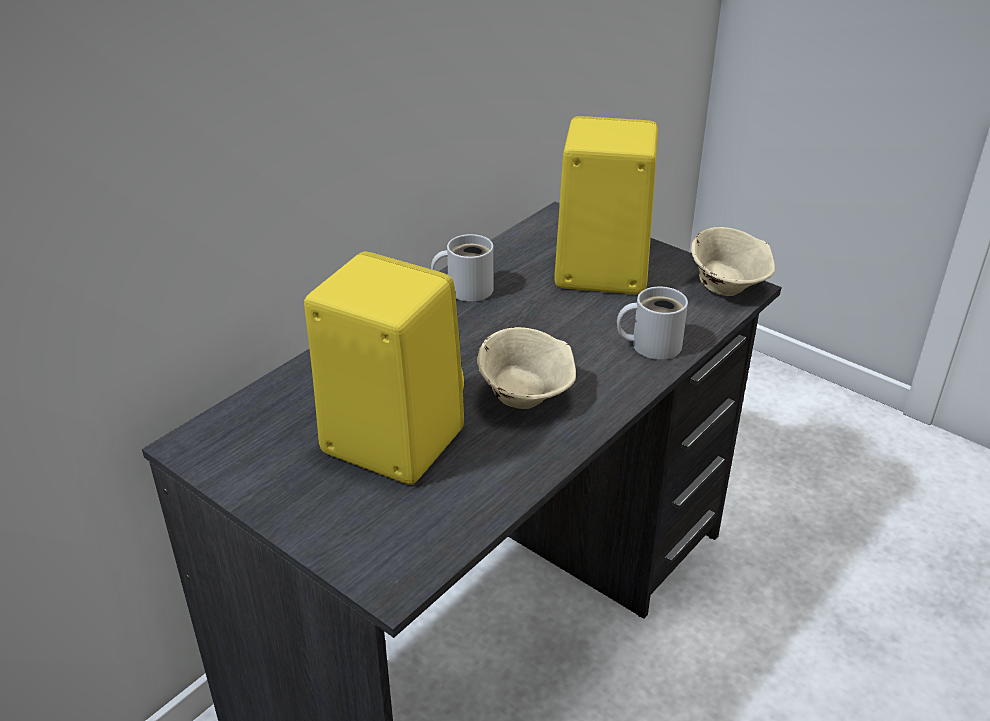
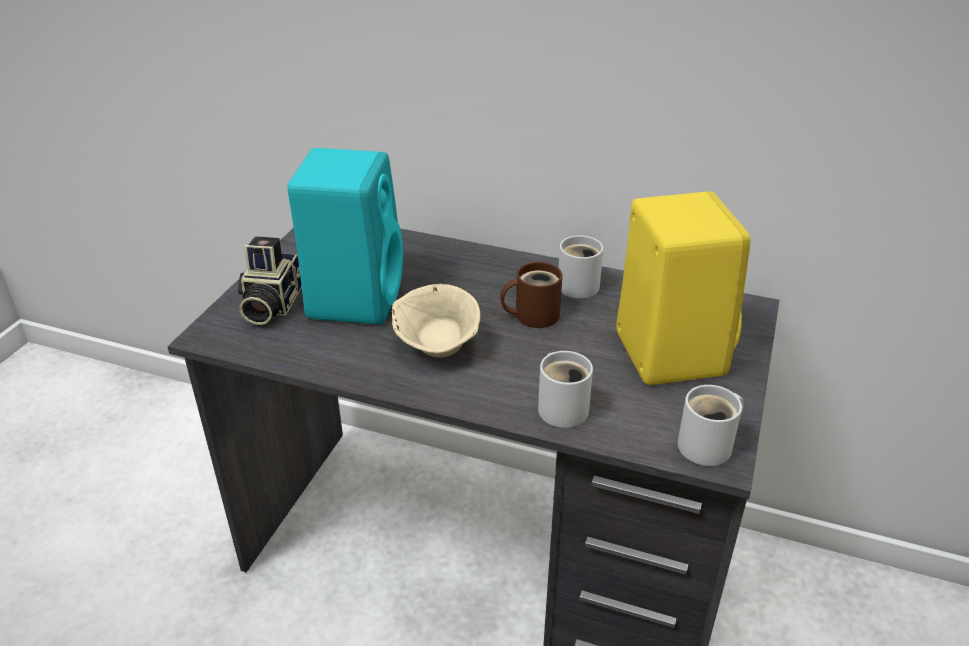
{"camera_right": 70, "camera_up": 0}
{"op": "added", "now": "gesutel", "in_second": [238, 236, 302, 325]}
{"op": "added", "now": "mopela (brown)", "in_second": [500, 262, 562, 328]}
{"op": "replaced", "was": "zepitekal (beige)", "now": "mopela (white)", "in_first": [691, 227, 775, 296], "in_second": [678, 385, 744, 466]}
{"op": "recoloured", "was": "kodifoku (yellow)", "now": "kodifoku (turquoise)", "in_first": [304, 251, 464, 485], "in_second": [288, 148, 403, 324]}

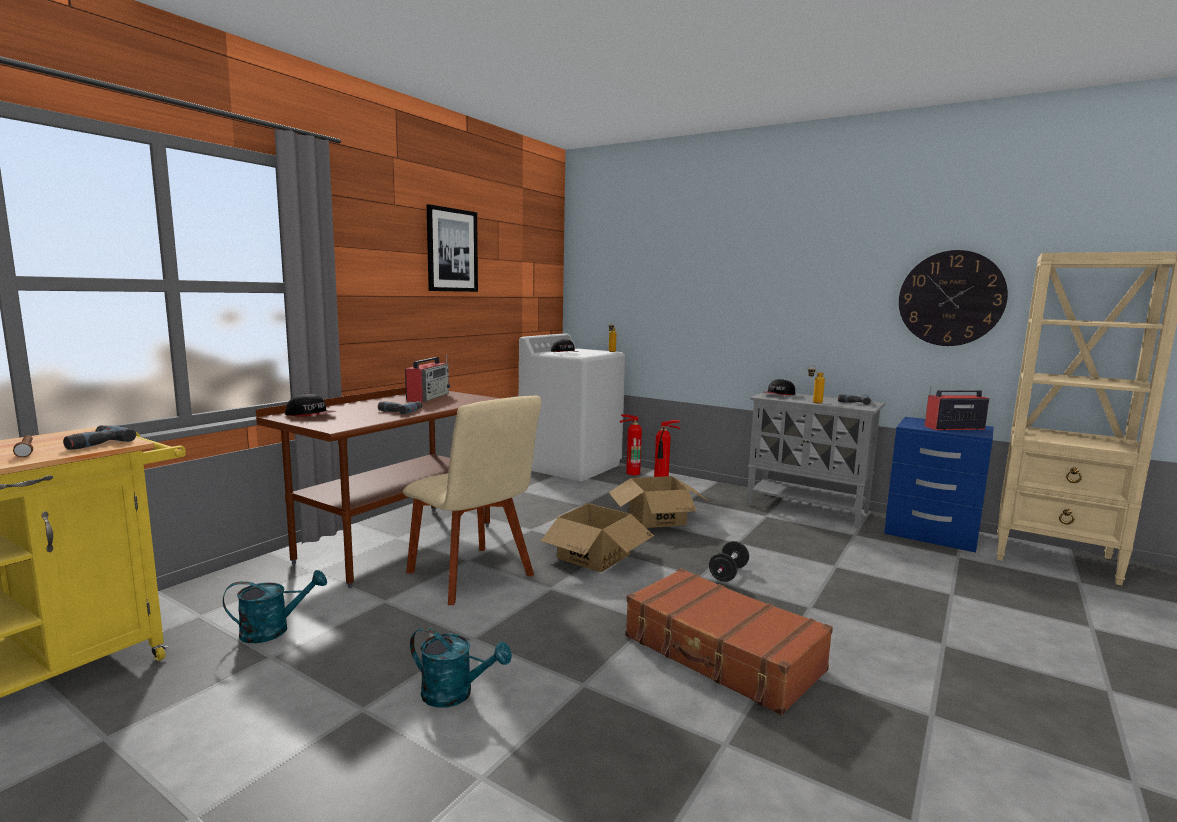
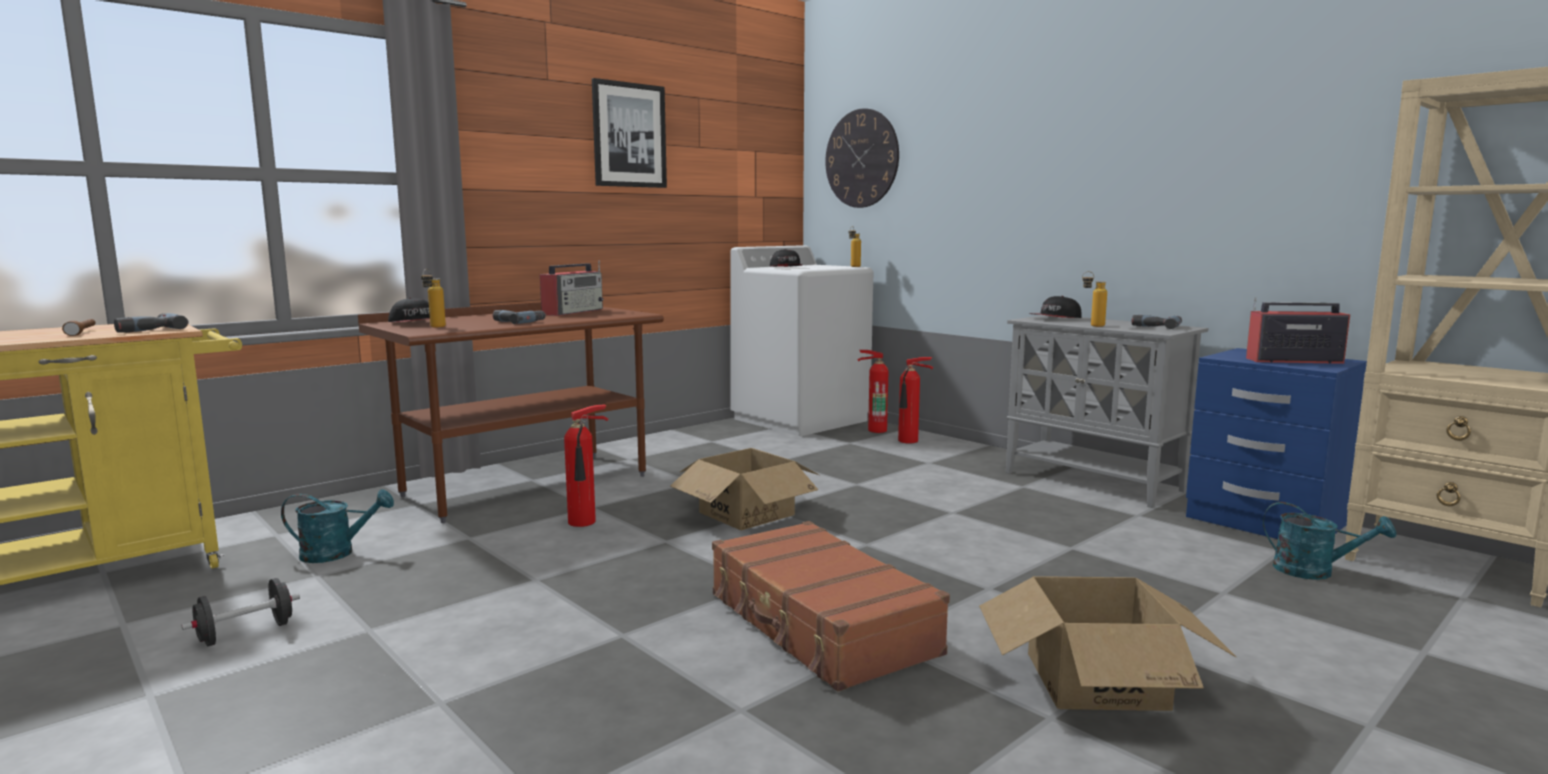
{"camera_right": 15, "camera_up": 0}
{"op": "added", "now": "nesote", "in_second": [421, 269, 446, 328]}
{"op": "moved", "was": "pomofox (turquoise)", "in_first": [410, 627, 512, 708], "in_second": [1263, 502, 1396, 580]}
{"op": "moved", "was": "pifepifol", "in_first": [608, 476, 710, 528], "in_second": [979, 576, 1237, 711]}
{"op": "moved", "was": "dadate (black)", "in_first": [709, 541, 749, 582], "in_second": [182, 578, 300, 646]}
{"op": "moved", "was": "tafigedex", "in_first": [899, 250, 1008, 346], "in_second": [825, 108, 899, 208]}
{"op": "replaced", "was": "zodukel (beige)", "now": "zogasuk", "in_first": [403, 396, 542, 605], "in_second": [564, 404, 608, 527]}

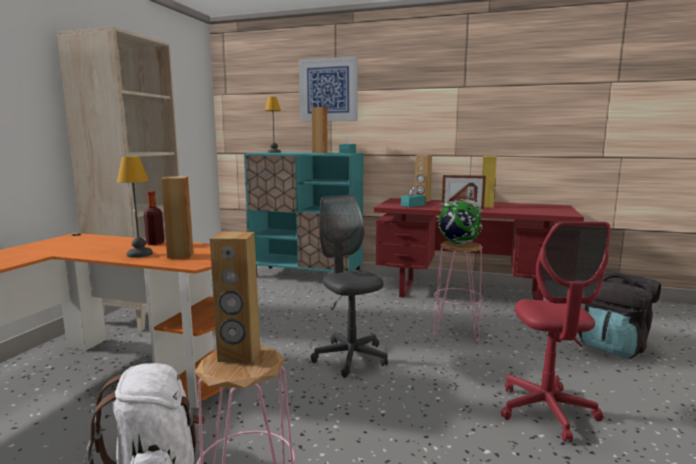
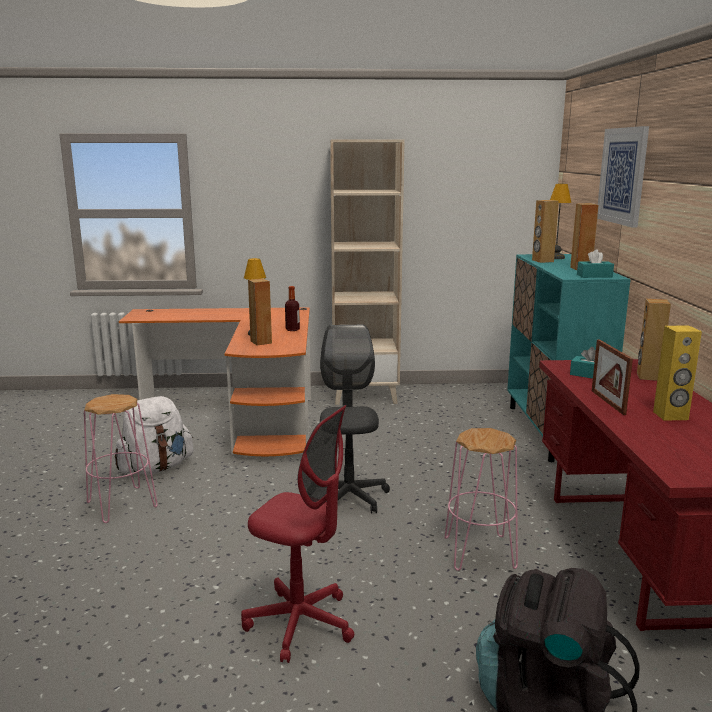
{"camera_right": 70, "camera_up": 5}
{"op": "removed", "was": "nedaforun", "in_first": [436, 199, 483, 245]}
{"op": "moved", "was": "kodifoku (brown)", "in_first": [210, 232, 260, 363], "in_second": [532, 200, 559, 263]}
{"op": "turned", "was": "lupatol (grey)", "in_first": [311, 195, 388, 378], "in_second": [320, 325, 390, 513], "clockwise": -45}
{"op": "turned", "was": "lupatol (red)", "in_first": [501, 221, 611, 442], "in_second": [241, 405, 354, 663], "clockwise": -135}

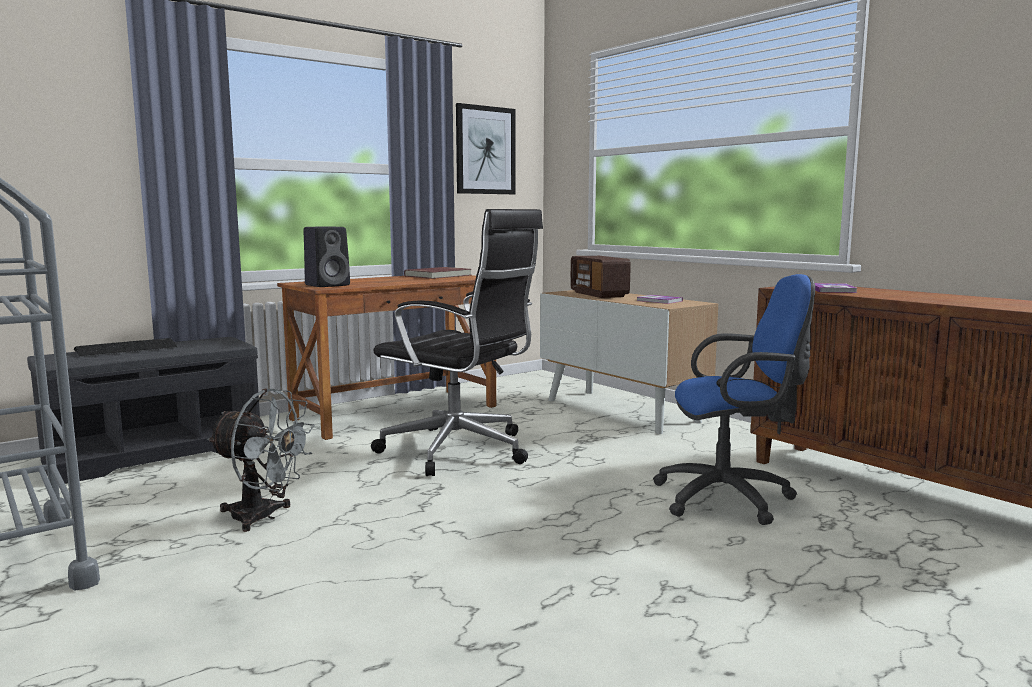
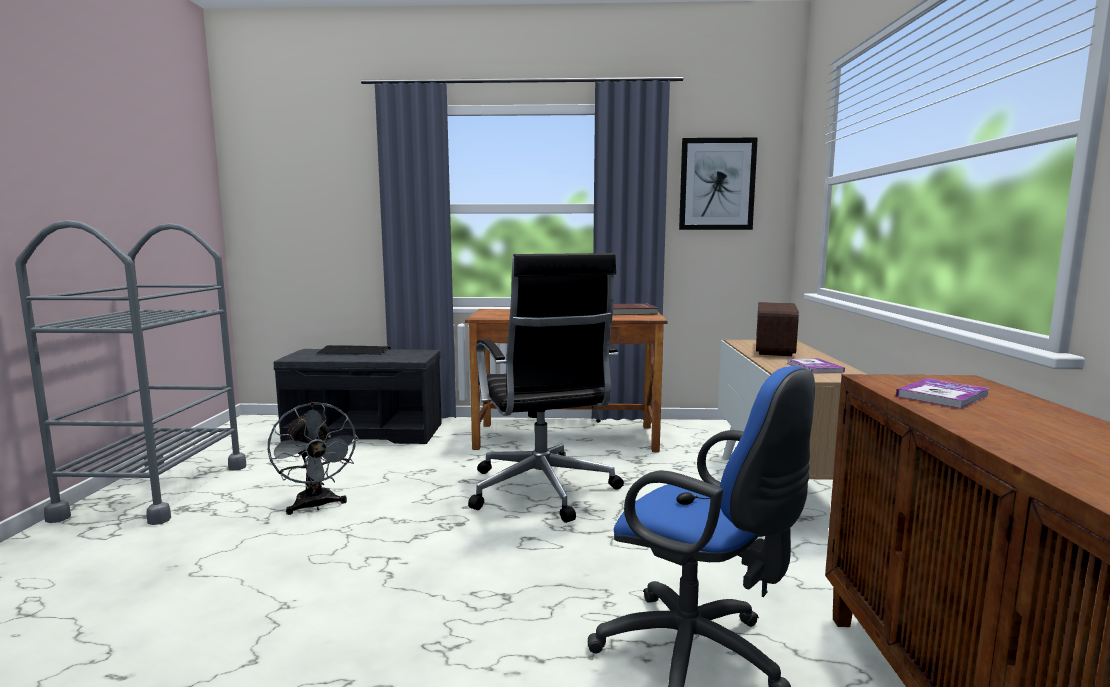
{"camera_right": 40, "camera_up": 0}
{"op": "removed", "was": "kodifoku (black)", "in_first": [304, 226, 350, 287]}

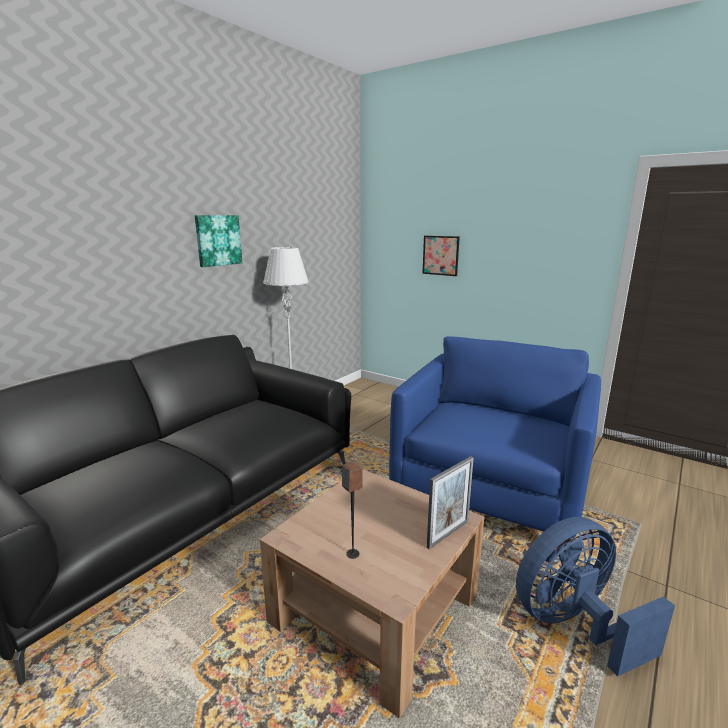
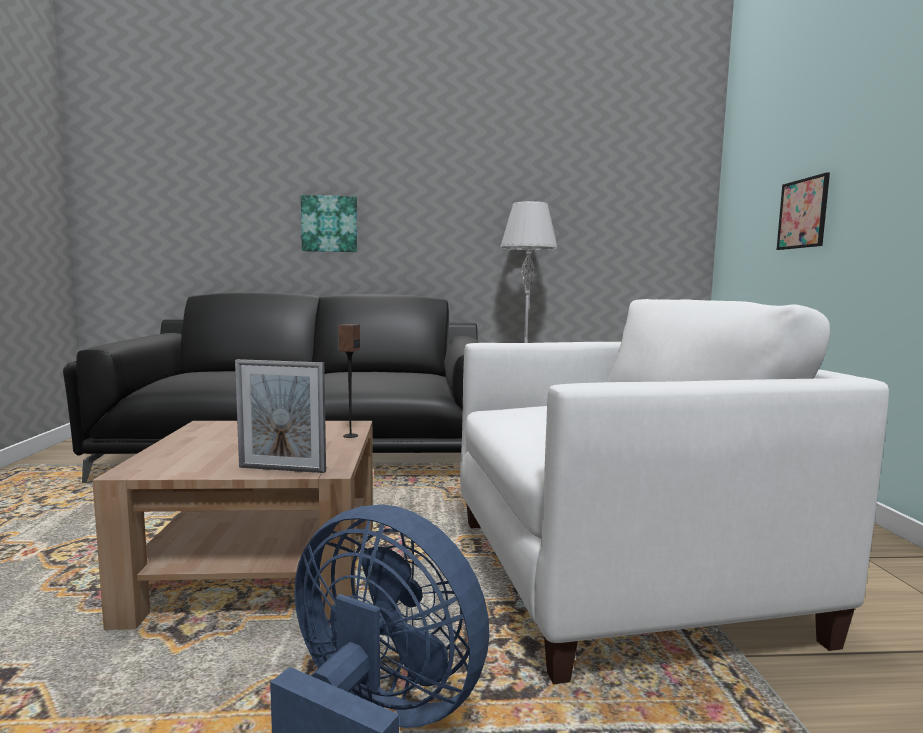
{"camera_right": 50, "camera_up": -10}
{"op": "moved", "was": "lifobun", "in_first": [195, 215, 242, 267], "in_second": [301, 195, 357, 252]}
{"op": "moved", "was": "kodifoku", "in_first": [342, 461, 362, 559], "in_second": [338, 324, 360, 438]}
{"op": "recoloured", "was": "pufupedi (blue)", "now": "pufupedi (white)", "in_first": [389, 336, 601, 551], "in_second": [460, 299, 889, 684]}

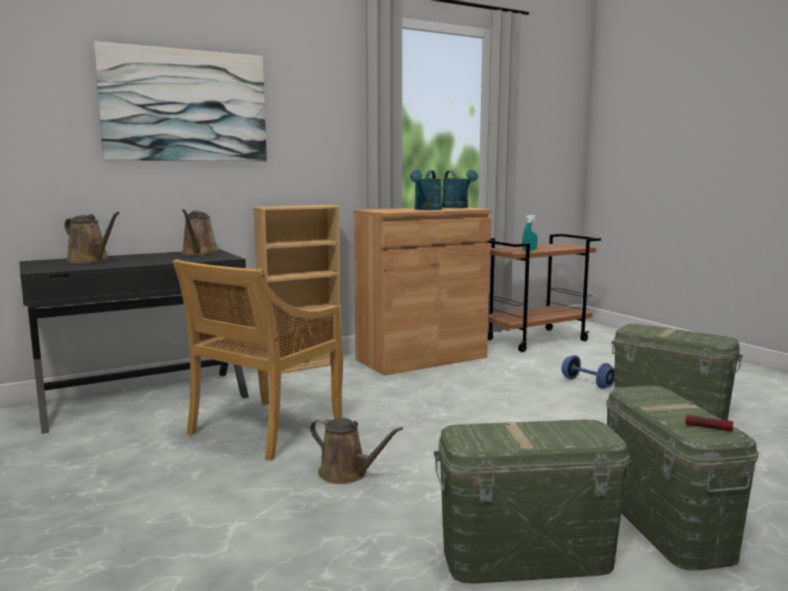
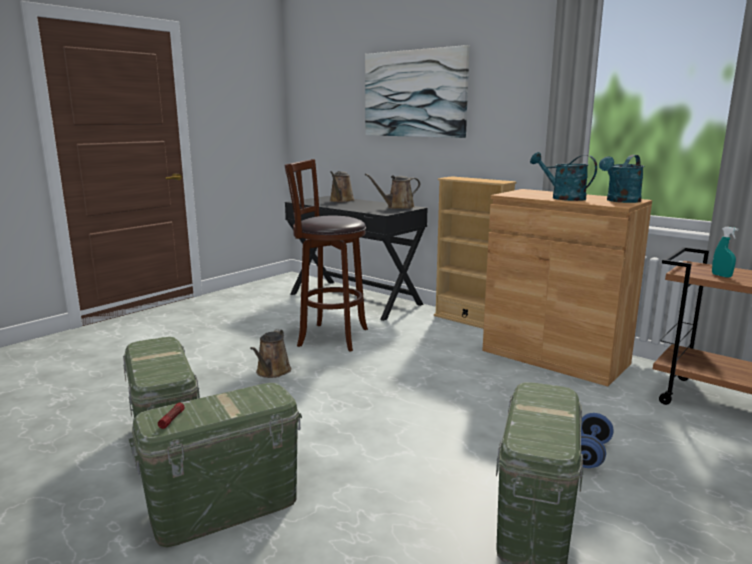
{"camera_right": 70, "camera_up": 5}
{"op": "replaced", "was": "zodukel (beige)", "now": "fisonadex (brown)", "in_first": [173, 259, 343, 461], "in_second": [284, 159, 368, 351]}
{"op": "turned", "was": "pomofox (turquoise)", "in_first": [410, 170, 442, 210], "in_second": [530, 152, 597, 201], "clockwise": 45}

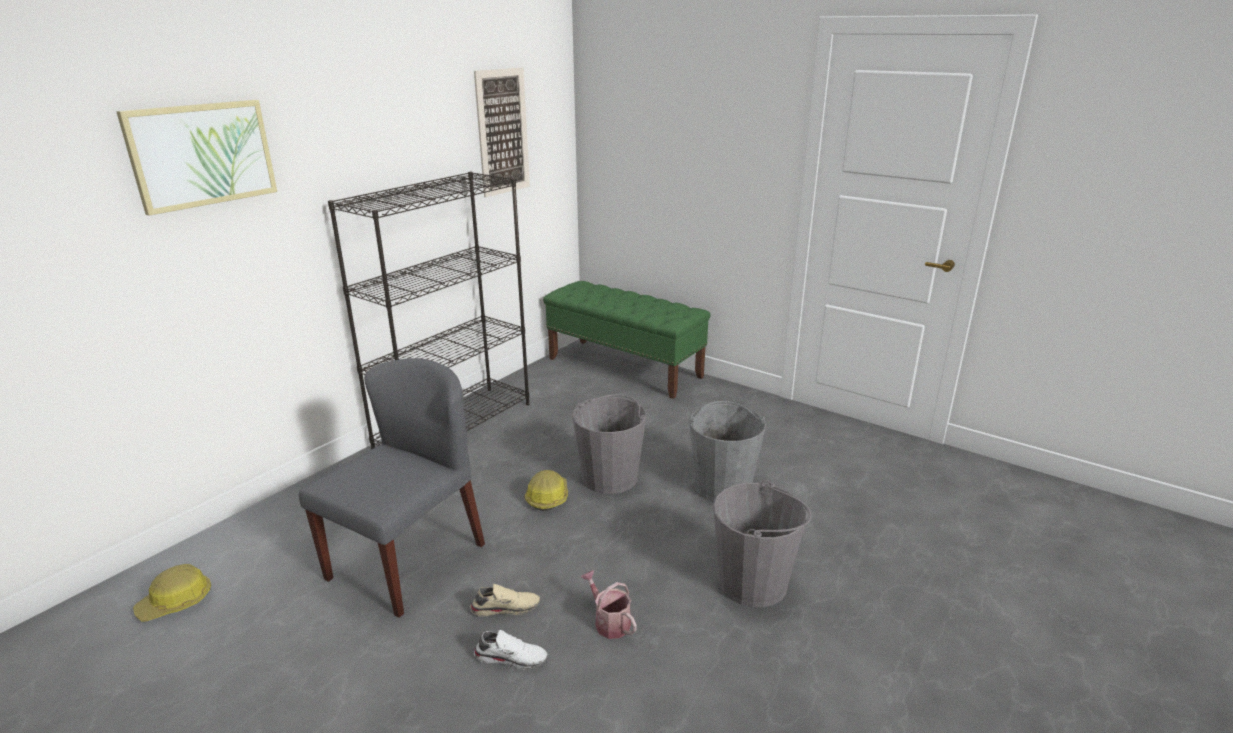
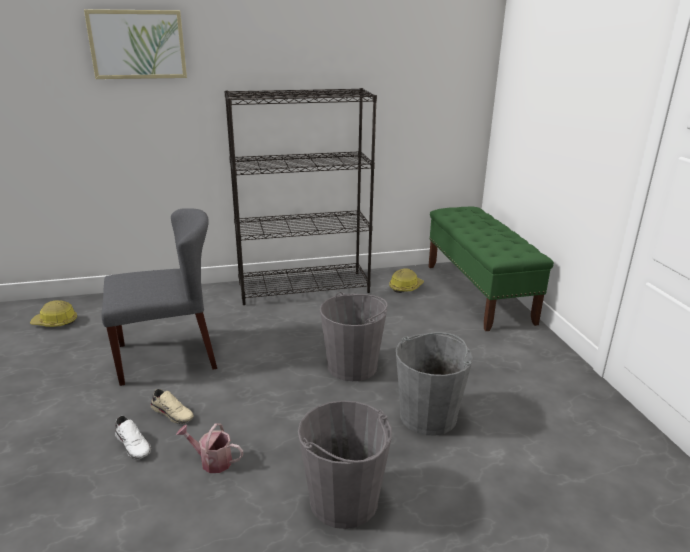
{"camera_right": 40, "camera_up": 0}
{"op": "removed", "was": "lifobun", "in_first": [474, 68, 530, 197]}
{"op": "moved", "was": "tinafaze", "in_first": [525, 470, 568, 511], "in_second": [389, 268, 424, 293]}
{"op": "turned", "was": "pomofox", "in_first": [581, 570, 637, 639], "in_second": [176, 423, 243, 473], "clockwise": -75}

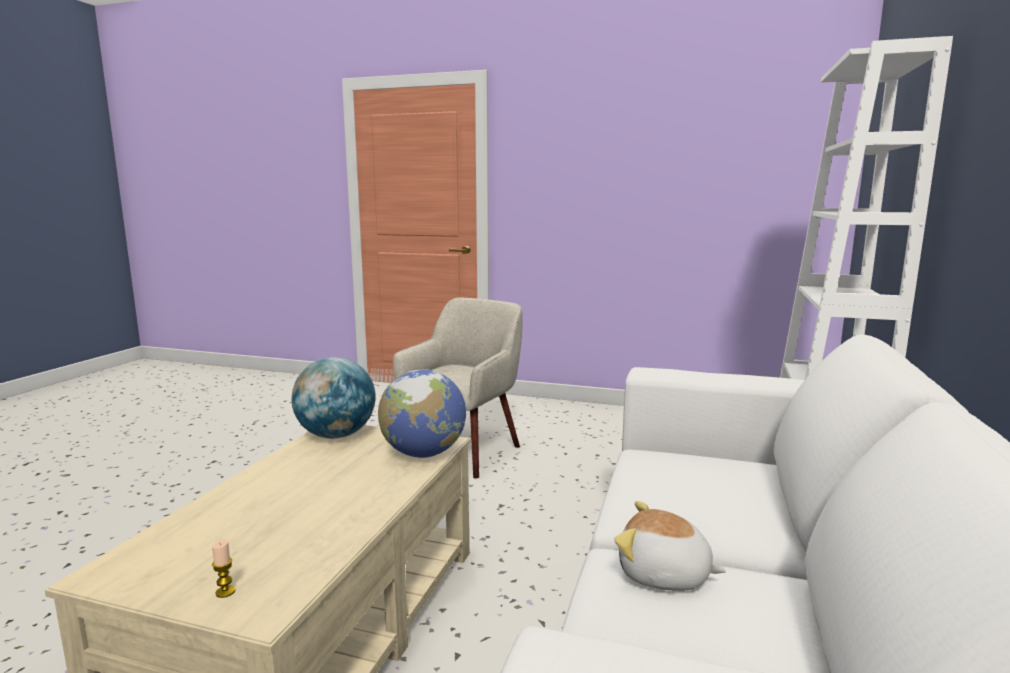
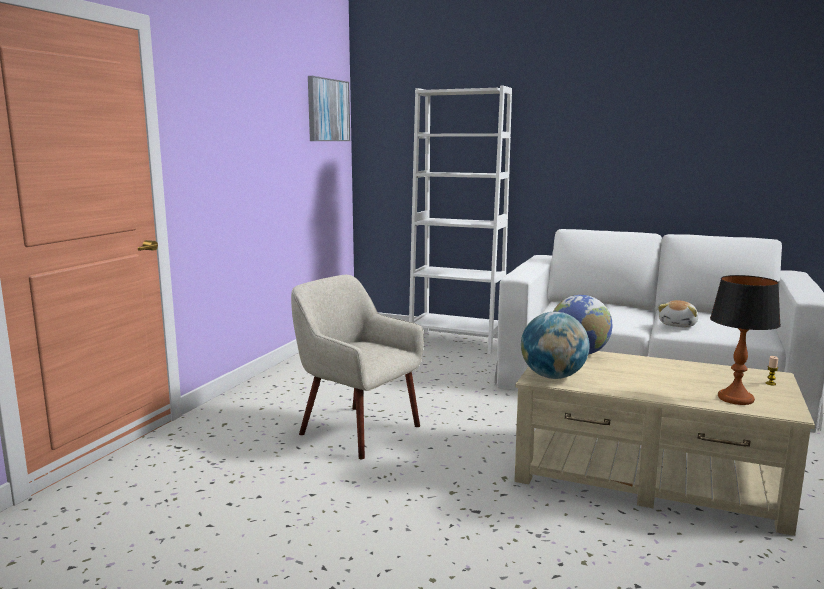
{"camera_right": -85, "camera_up": 0}
{"op": "added", "now": "lifobun", "in_second": [308, 76, 350, 141]}
{"op": "added", "now": "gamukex", "in_second": [710, 275, 781, 405]}

